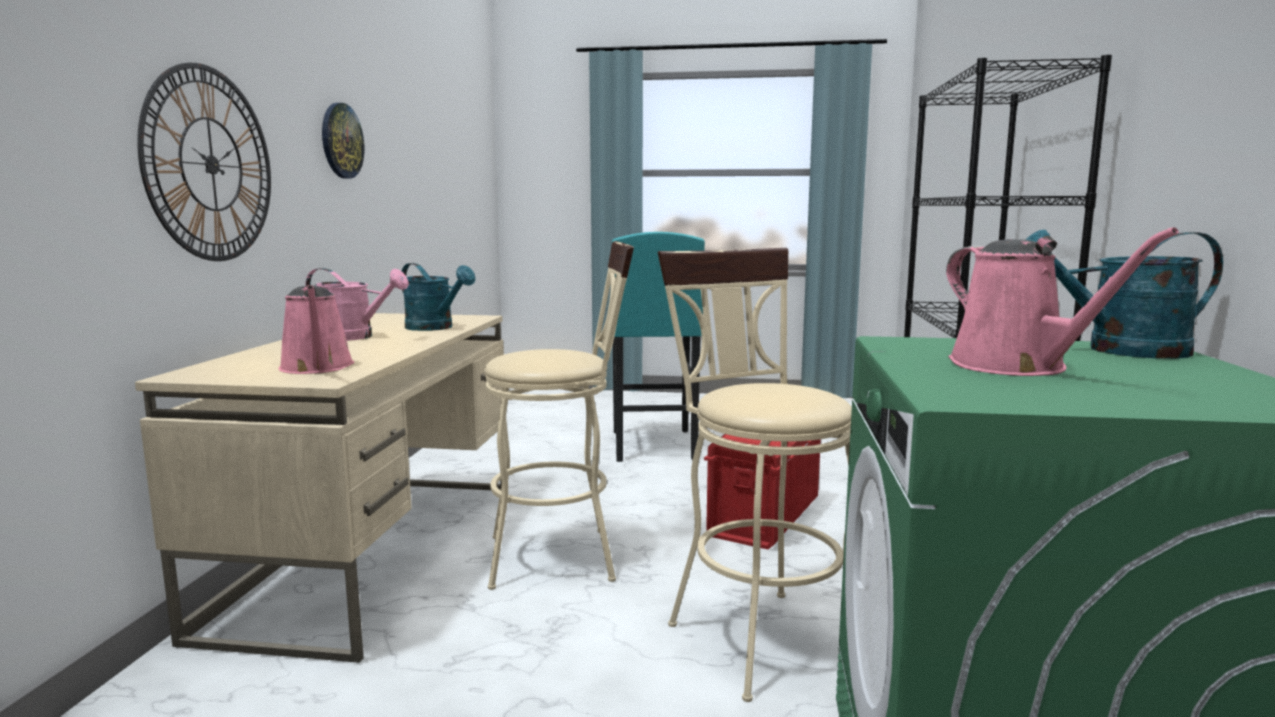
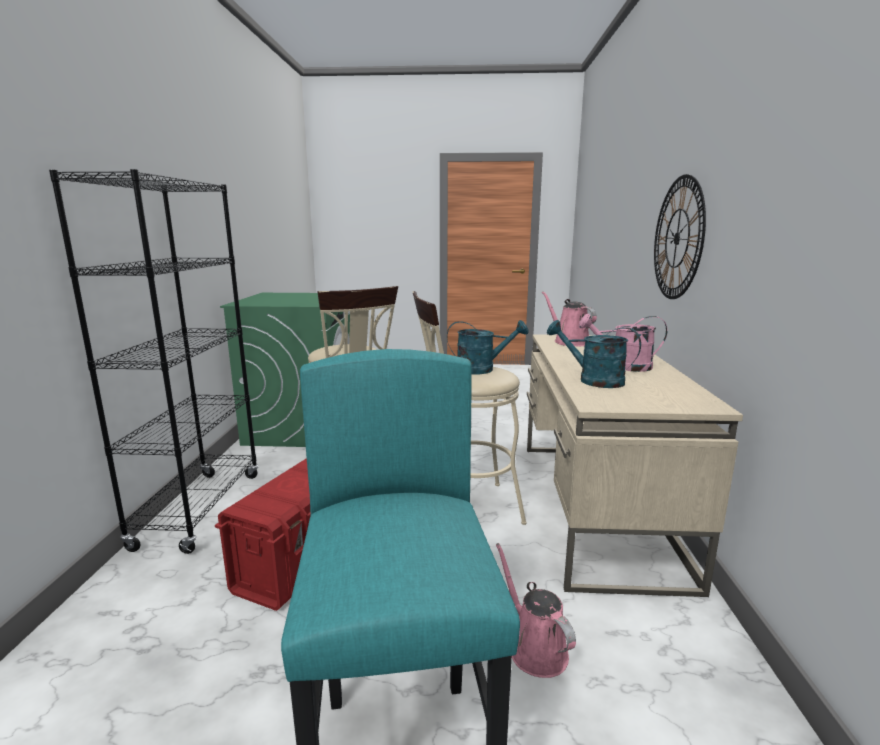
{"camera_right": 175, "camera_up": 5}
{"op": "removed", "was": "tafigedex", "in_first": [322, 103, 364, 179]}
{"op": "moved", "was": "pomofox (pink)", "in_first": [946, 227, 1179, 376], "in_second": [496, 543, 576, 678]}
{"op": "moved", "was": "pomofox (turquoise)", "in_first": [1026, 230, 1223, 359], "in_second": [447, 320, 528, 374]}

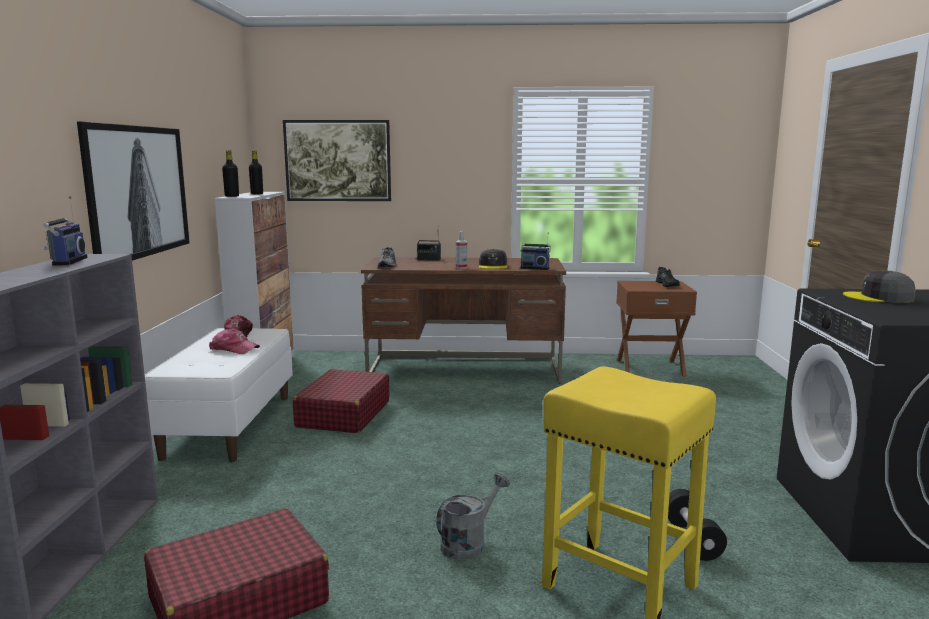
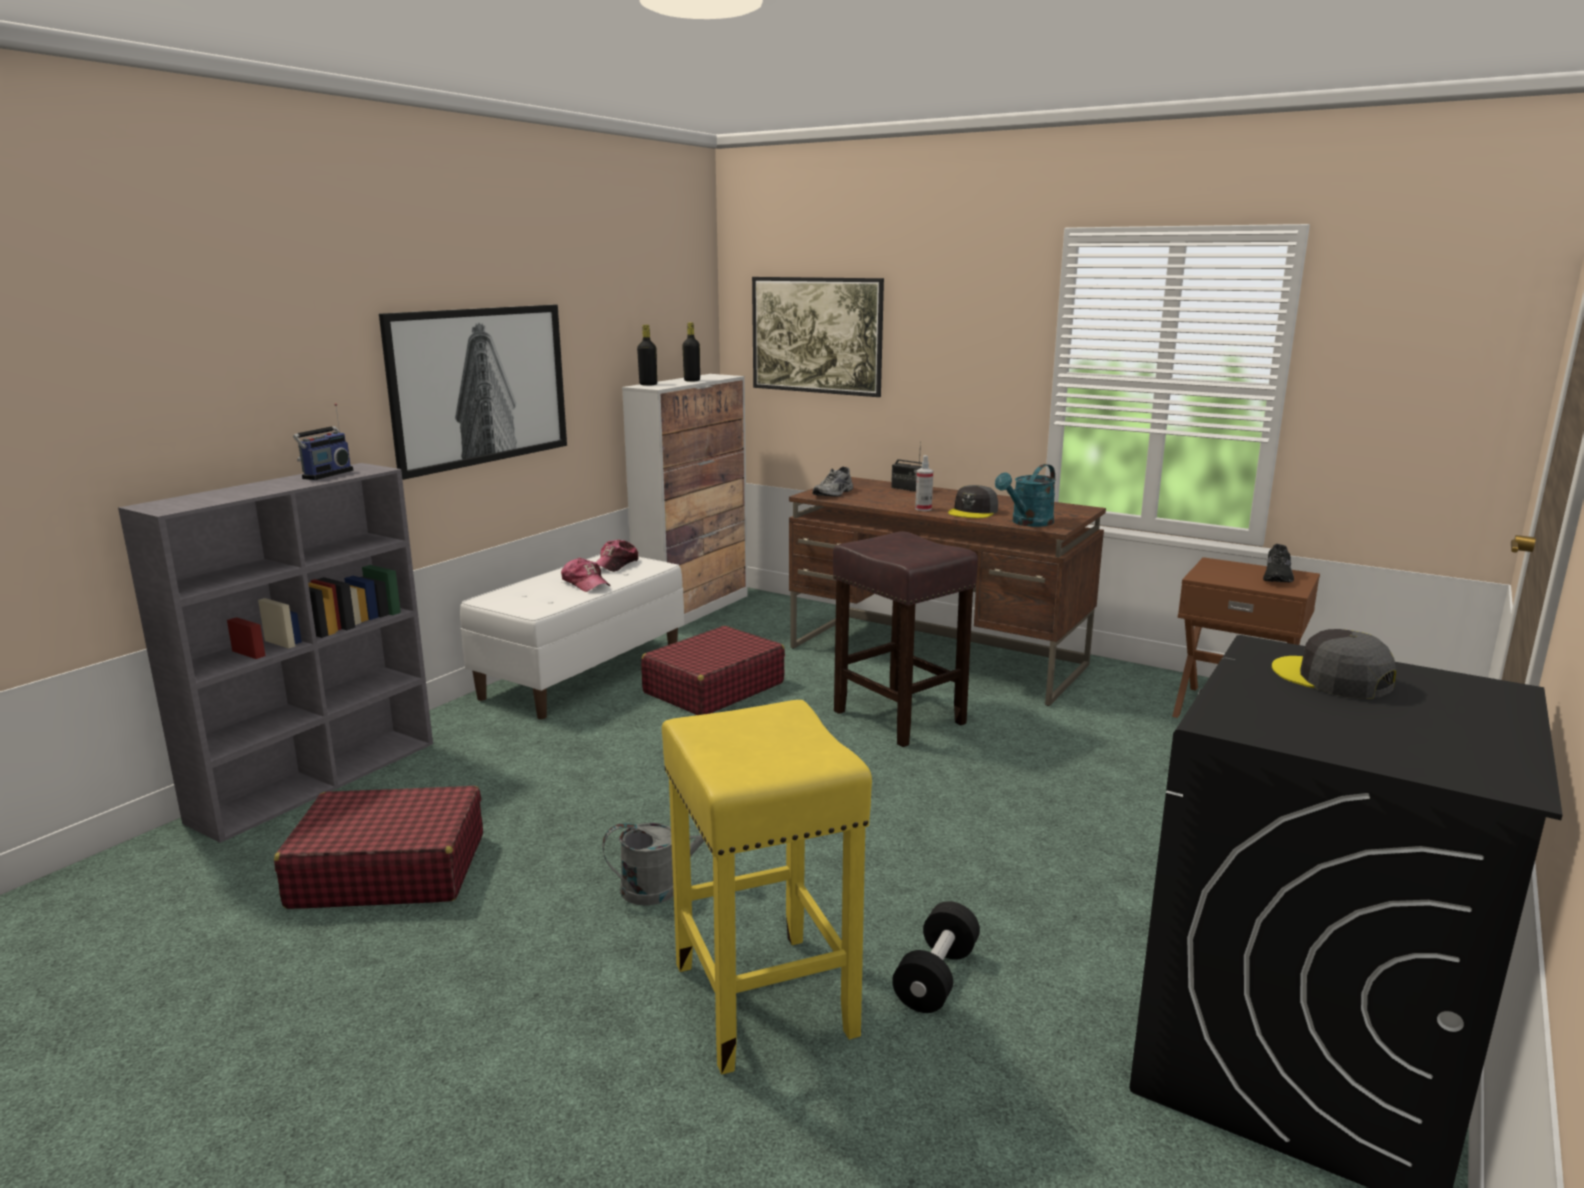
{"camera_right": 30, "camera_up": 5}
{"op": "added", "now": "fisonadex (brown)", "in_second": [833, 531, 978, 747]}
{"op": "replaced", "was": "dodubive", "now": "pomofox (turquoise)", "in_first": [520, 233, 551, 270], "in_second": [995, 464, 1056, 527]}

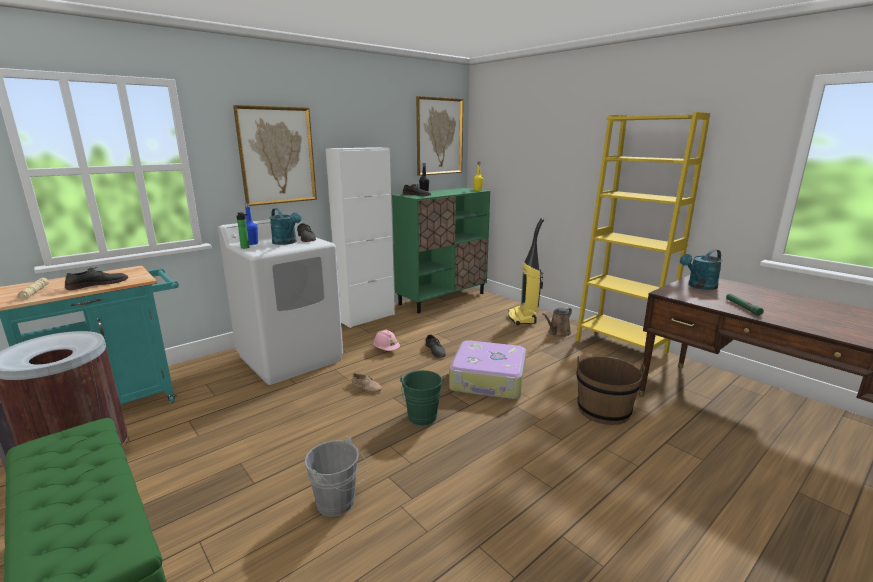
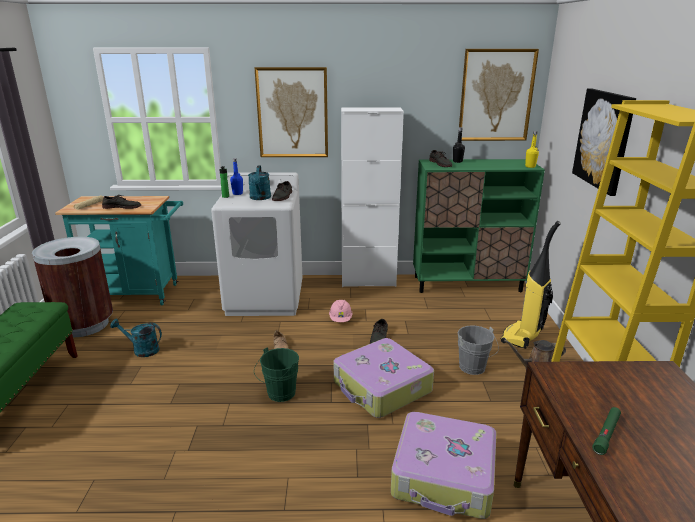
{"camera_right": 40, "camera_up": 5}
{"op": "added", "now": "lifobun", "in_second": [572, 88, 636, 196]}
{"op": "moved", "was": "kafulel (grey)", "in_first": [305, 436, 368, 517], "in_second": [458, 325, 499, 375]}
{"op": "moved", "was": "pomofox (turquoise)", "in_first": [680, 249, 722, 290], "in_second": [110, 319, 162, 357]}
{"op": "replaced", "was": "kafulel (brown)", "now": "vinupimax", "in_first": [576, 356, 645, 425], "in_second": [391, 412, 497, 519]}

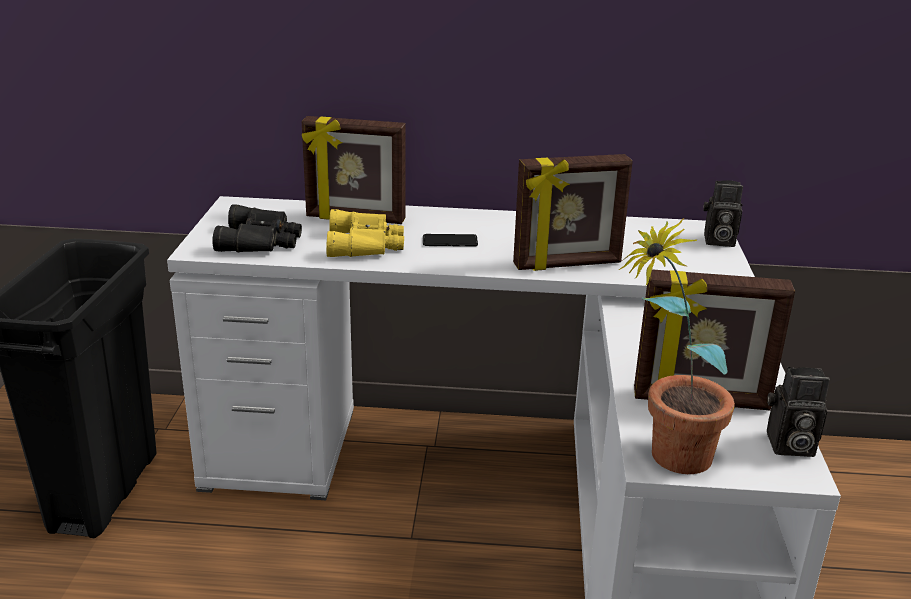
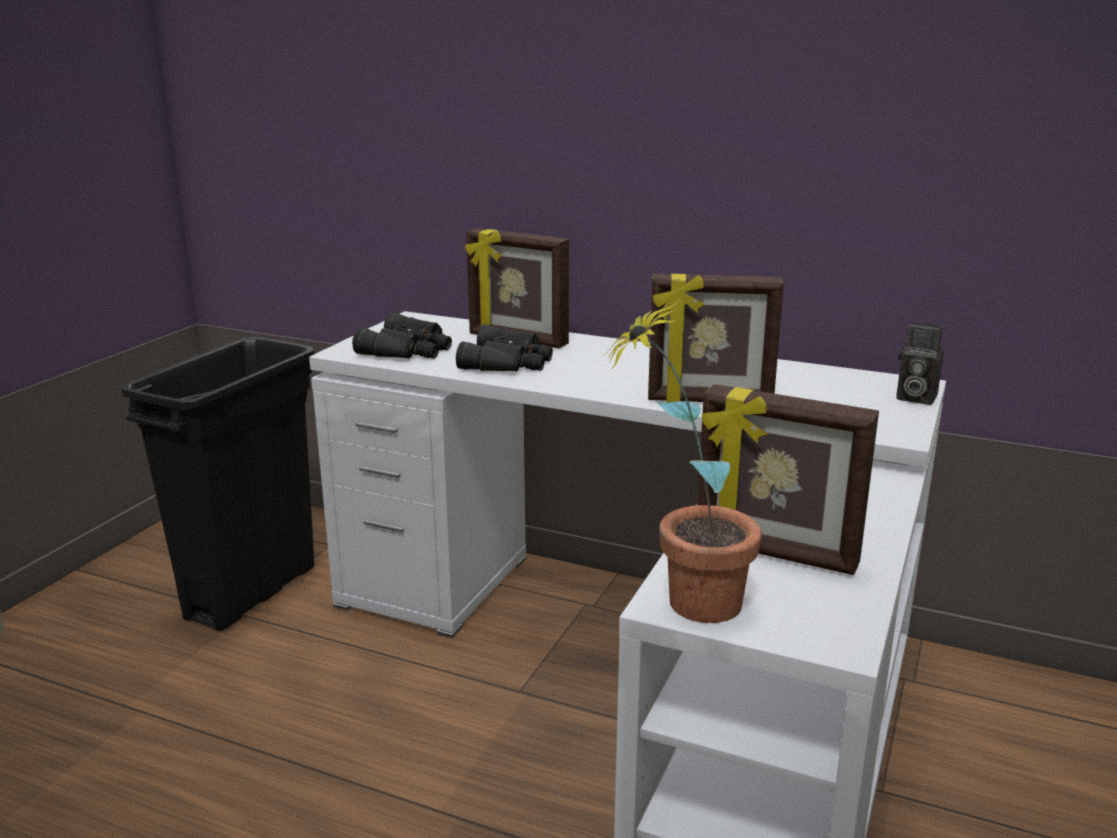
{"camera_right": 20, "camera_up": -5}
{"op": "removed", "was": "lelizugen", "in_first": [423, 234, 478, 247]}
{"op": "removed", "was": "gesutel", "in_first": [767, 367, 830, 457]}
{"op": "recoloured", "was": "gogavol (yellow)", "now": "gogavol (black)", "in_first": [326, 209, 404, 257], "in_second": [456, 324, 553, 372]}

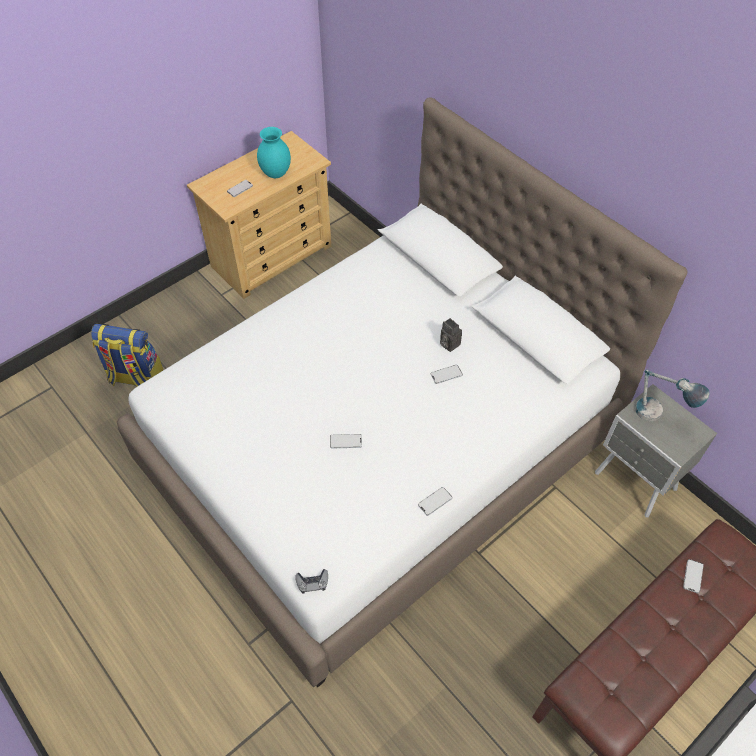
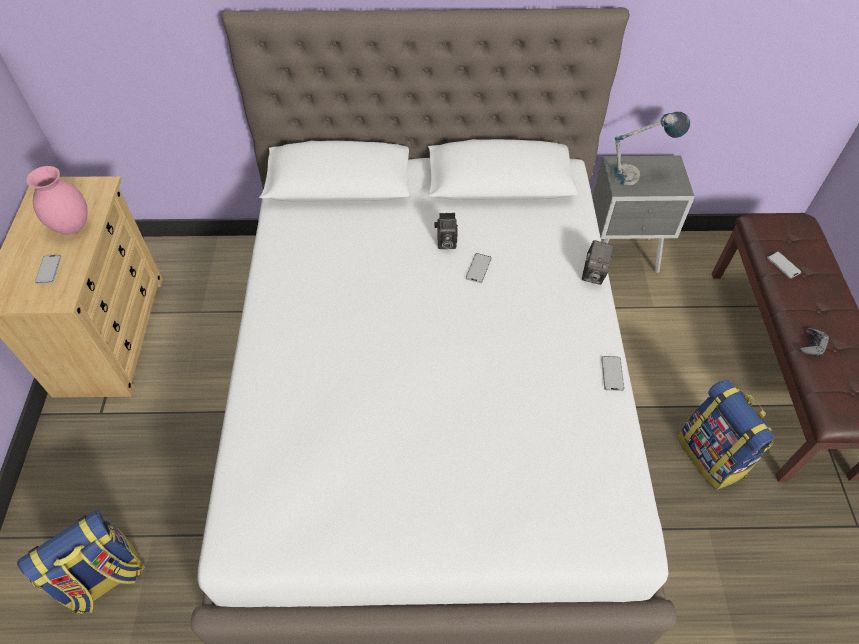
{"camera_right": -50, "camera_up": 0}
{"op": "removed", "was": "lelizugen", "in_first": [330, 434, 362, 448]}
{"op": "added", "now": "gesutel", "in_second": [582, 240, 614, 285]}
{"op": "added", "now": "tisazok", "in_second": [678, 380, 775, 490]}
{"op": "moved", "was": "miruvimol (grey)", "in_first": [295, 569, 328, 594], "in_second": [800, 328, 829, 357]}
{"op": "recoloured", "was": "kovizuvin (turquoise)", "now": "kovizuvin (pink)", "in_first": [257, 127, 291, 178], "in_second": [26, 166, 88, 235]}

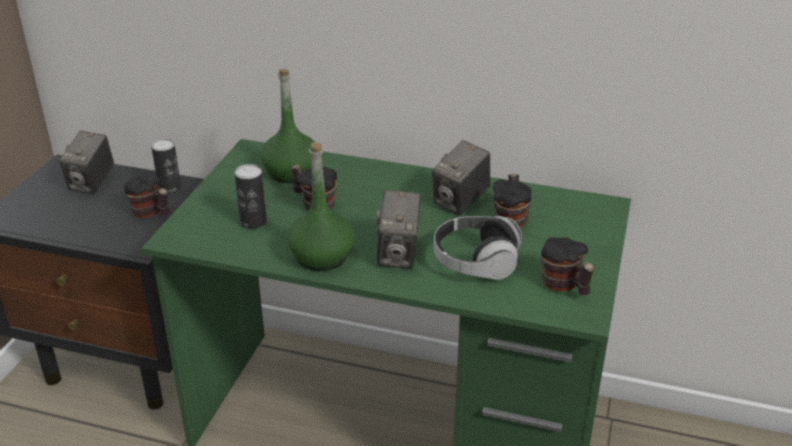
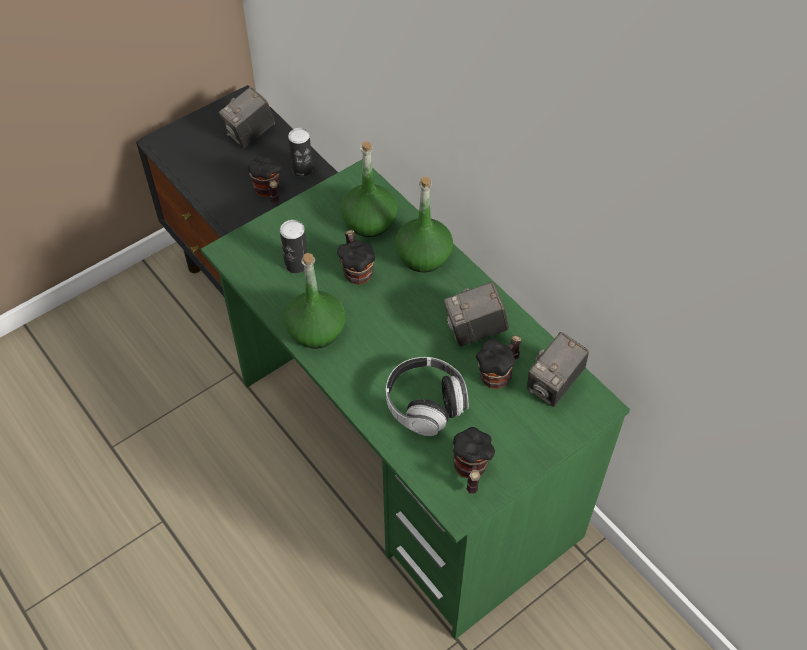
{"camera_right": 35, "camera_up": 20}
{"op": "added", "now": "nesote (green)", "in_second": [395, 177, 453, 272]}
{"op": "moved", "was": "gesutel", "in_first": [376, 190, 421, 269], "in_second": [527, 332, 589, 407]}

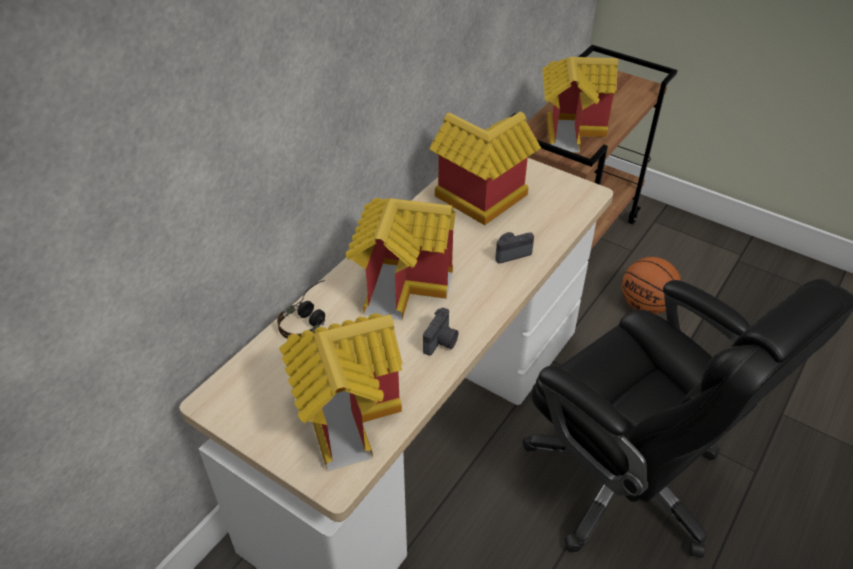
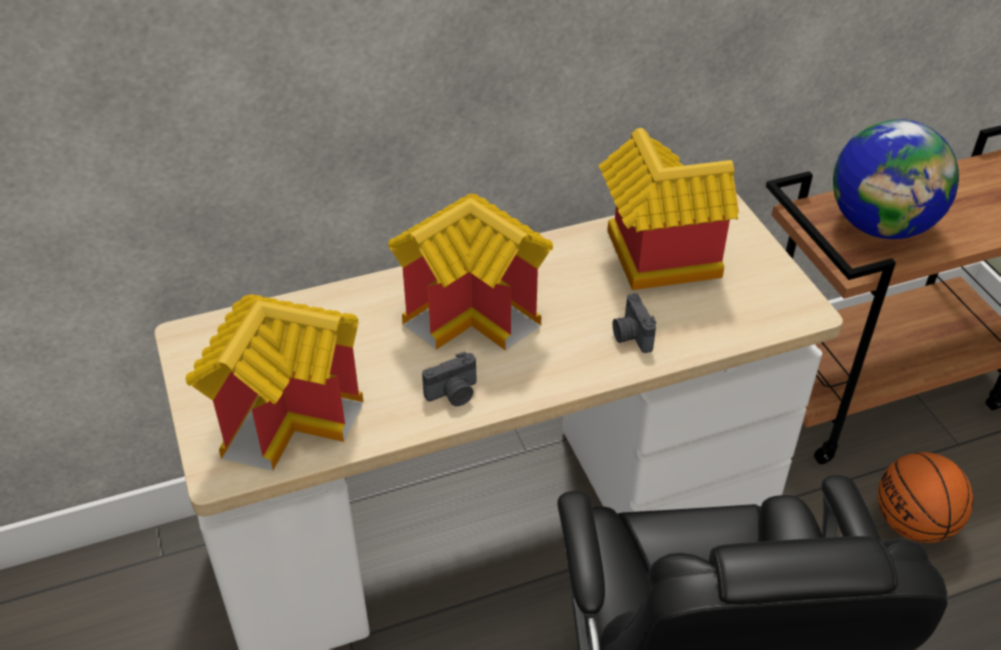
{"camera_right": 35, "camera_up": 0}
{"op": "removed", "was": "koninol", "in_first": [277, 280, 325, 339]}
{"op": "replaced", "was": "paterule", "now": "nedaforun", "in_first": [542, 57, 618, 153], "in_second": [833, 119, 959, 239]}
{"op": "turned", "was": "gesutel", "in_first": [495, 232, 534, 264], "in_second": [613, 293, 656, 353], "clockwise": -120}

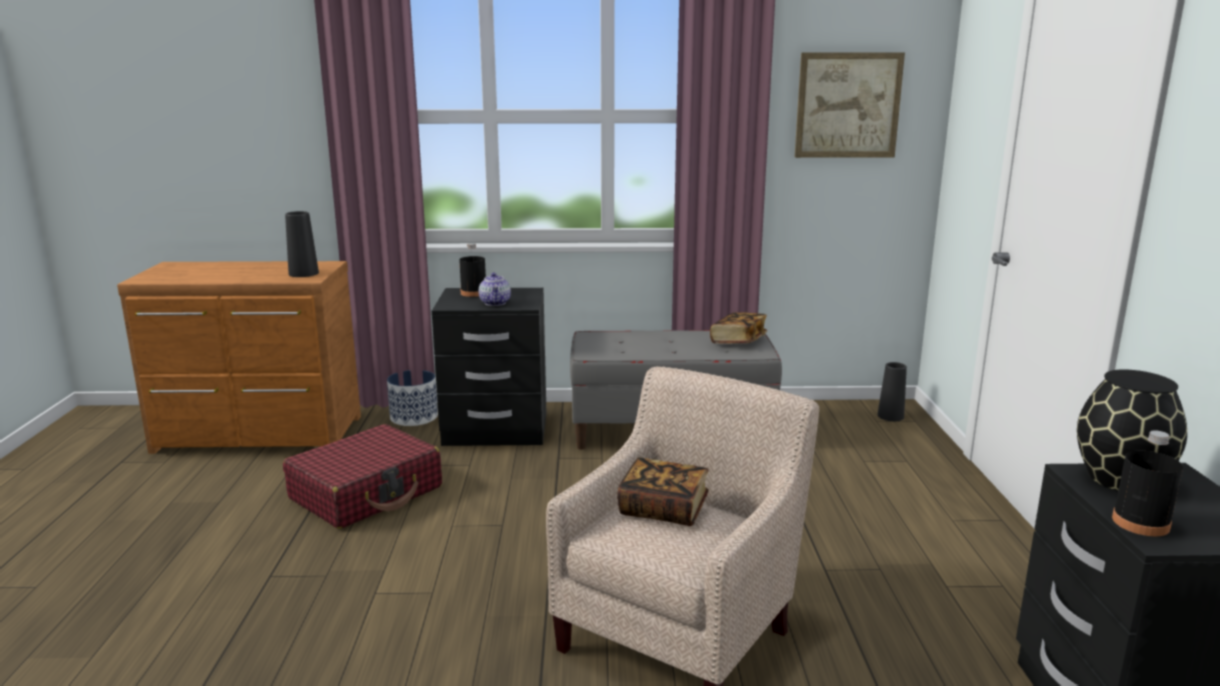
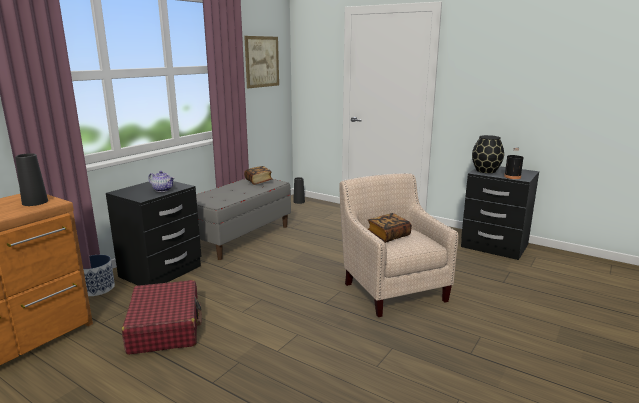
{"camera_right": -55, "camera_up": 0}
{"op": "removed", "was": "nesote (black)", "in_first": [459, 243, 486, 297]}

